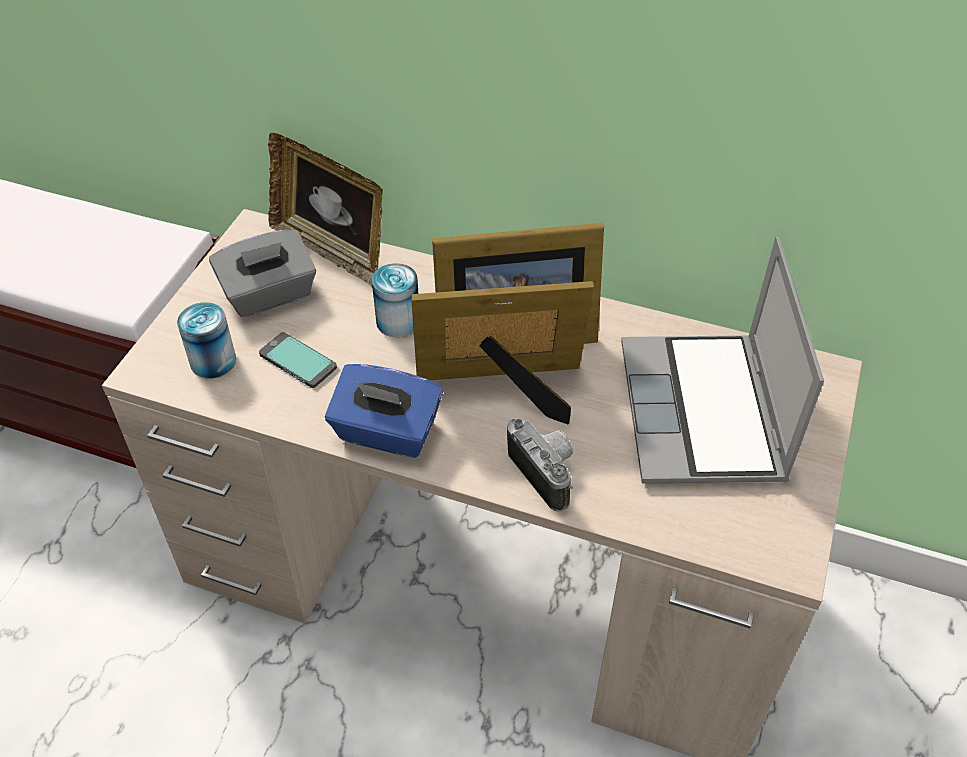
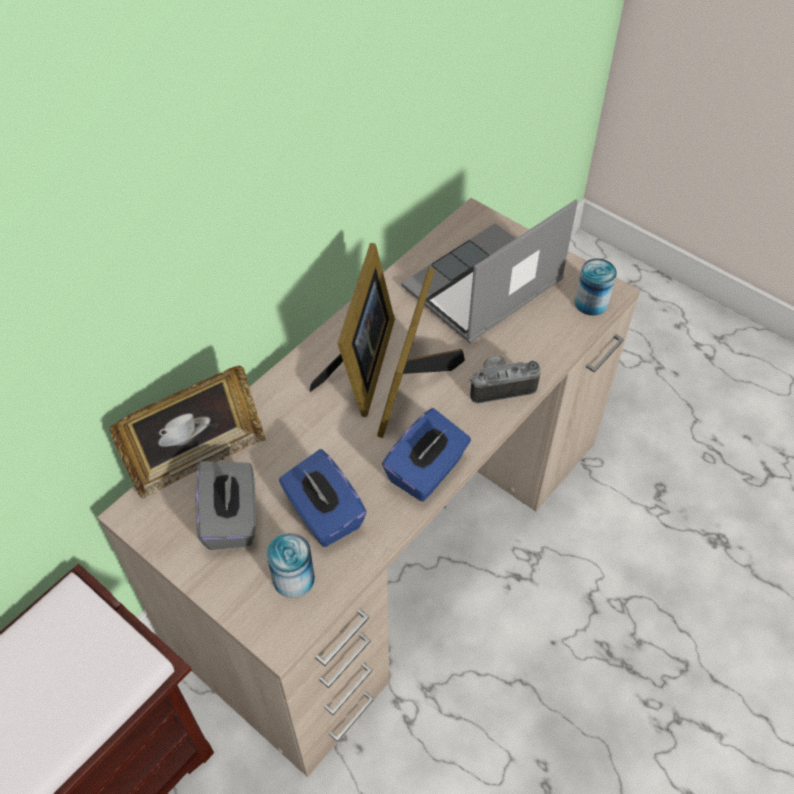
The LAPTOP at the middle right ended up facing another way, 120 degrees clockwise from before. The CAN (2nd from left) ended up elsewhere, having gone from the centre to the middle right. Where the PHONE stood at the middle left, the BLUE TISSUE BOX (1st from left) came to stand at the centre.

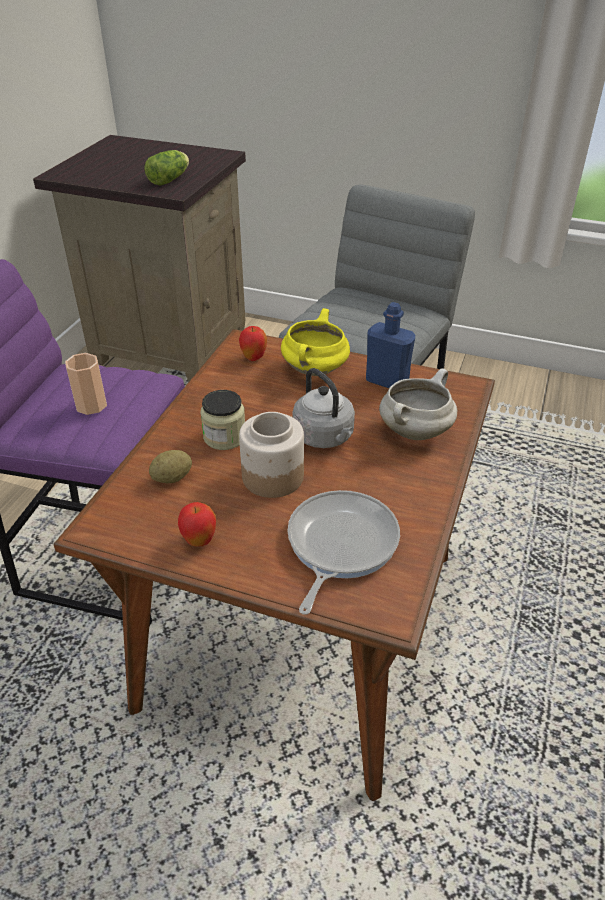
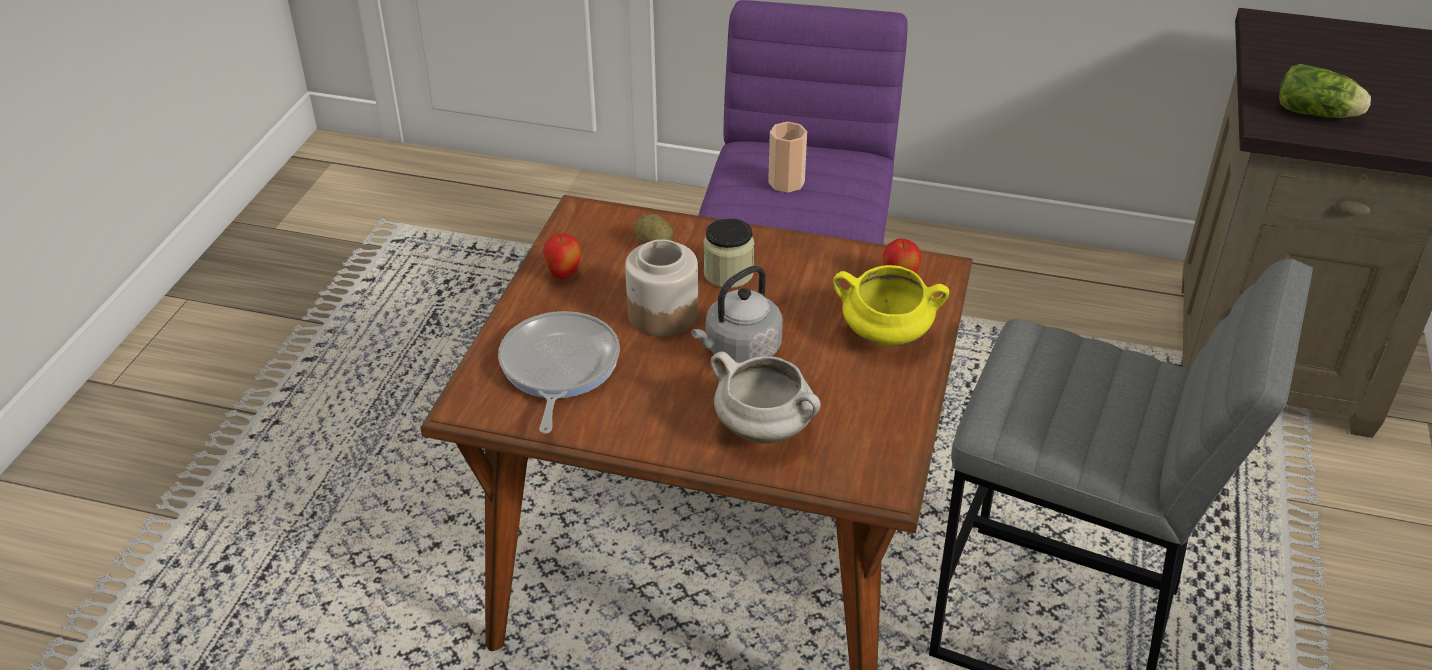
The second view lost the BLUE BOTTLE at the centre. The FRYING PAN at the centre ended up facing another way, 105 degrees counterclockwise from before.

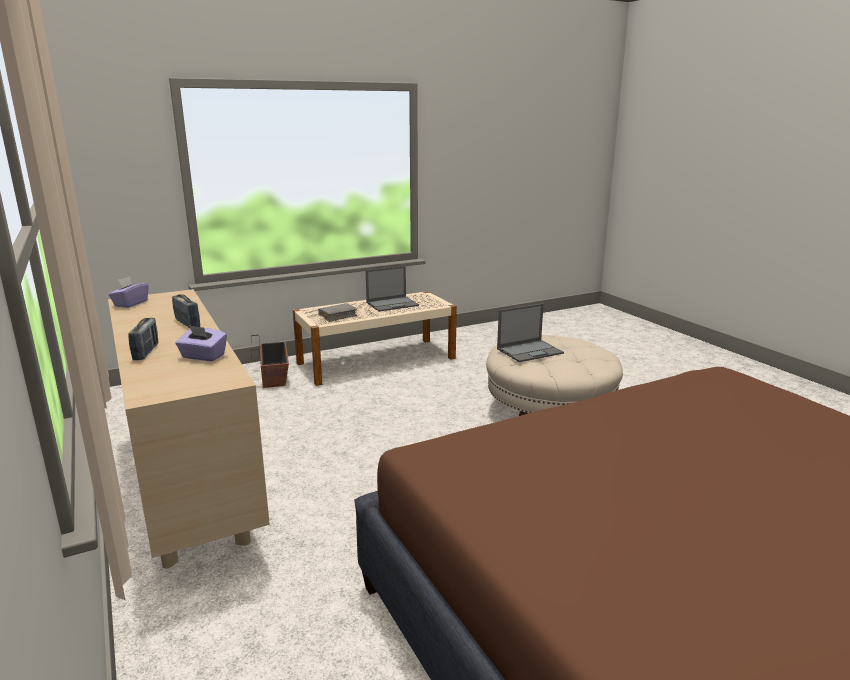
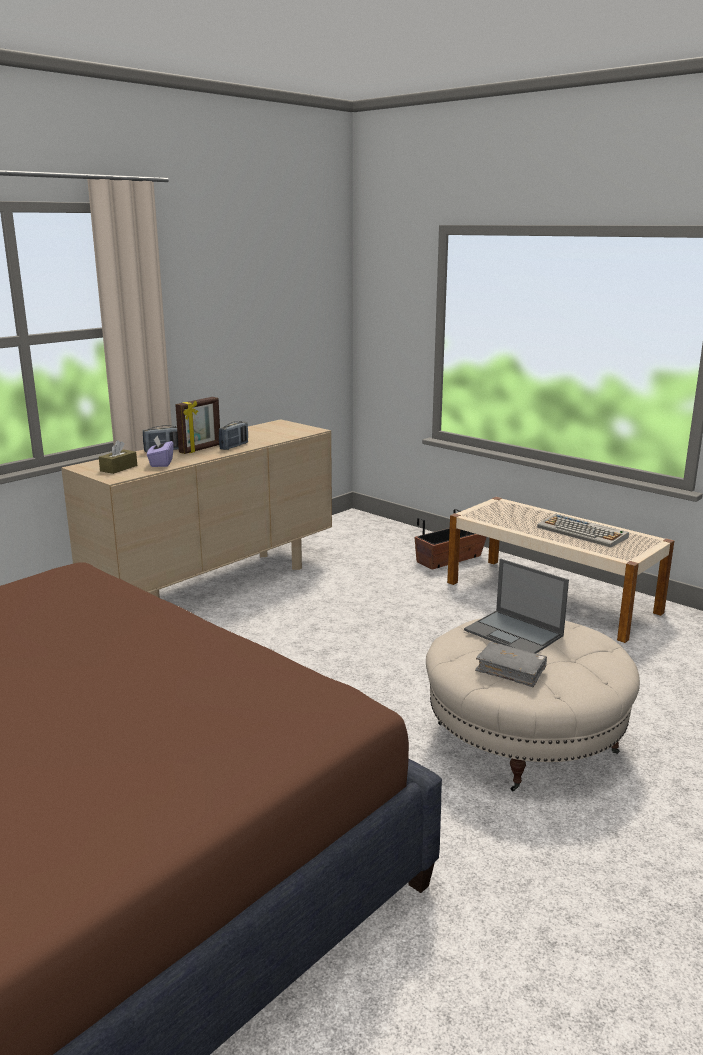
Where the LAPTOP (1st from left) stood at the centre, the KEYBOARD came to stand at the middle right. The second view lost the PURPLE TISSUE BOX (1st from left) at the middle left. The GREY BOOK ended up elsewhere, having gone from the centre to the middle right. The second view gained the PICTURE FRAME at the middle left. The second view gained the BROWN TISSUE BOX at the middle left.

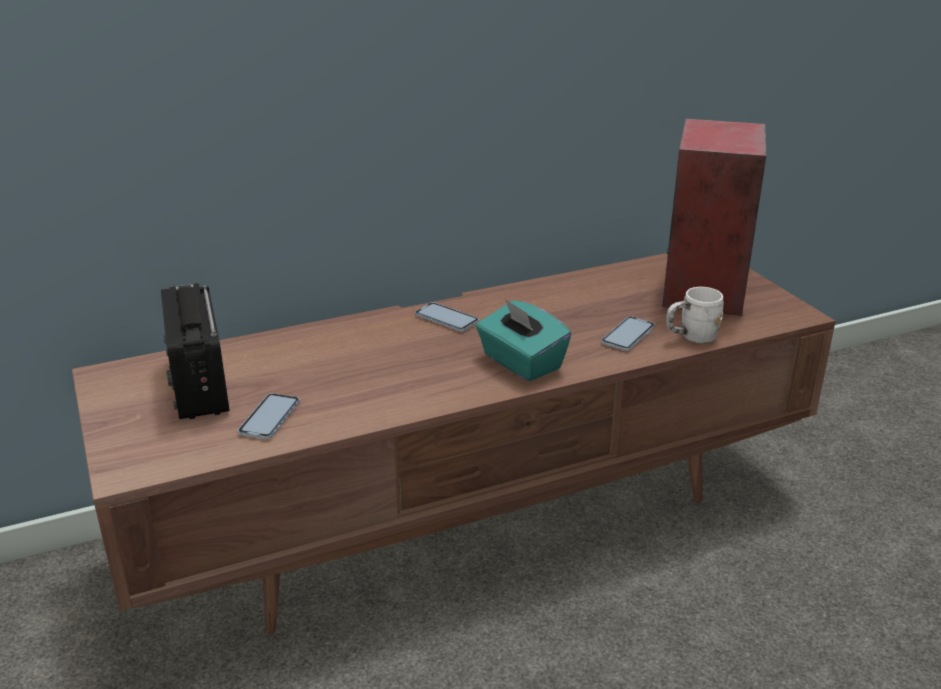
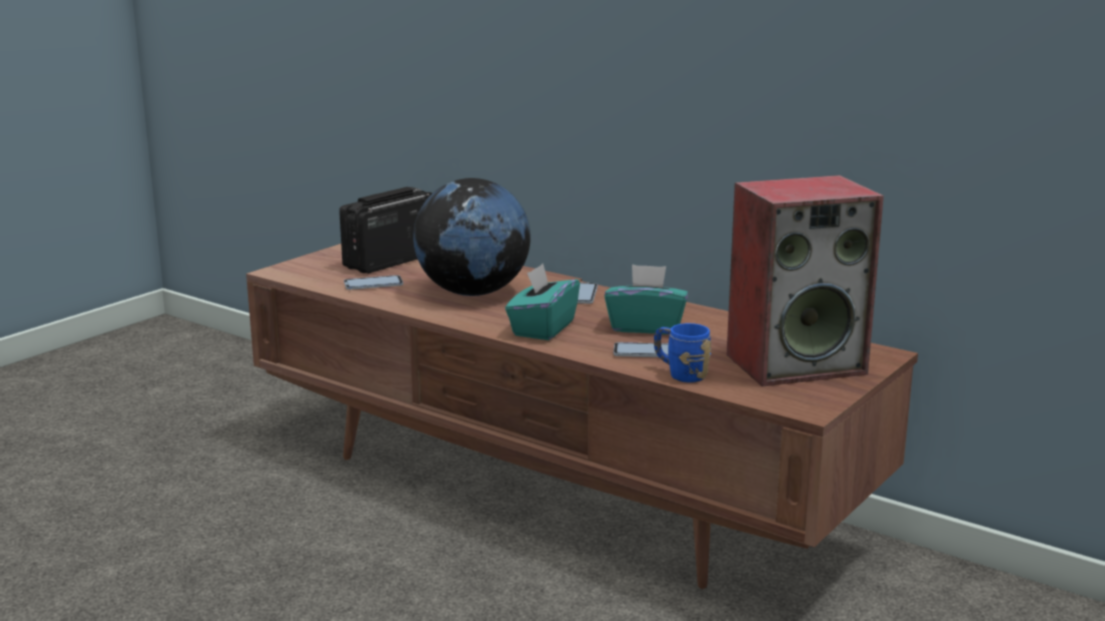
What was the WHITE MUG at the middle right turned into the BLUE MUG at the centre. The second view gained the GLOBE at the centre. The second view gained the TURQUOISE TISSUE BOX (2nd from left) at the centre.

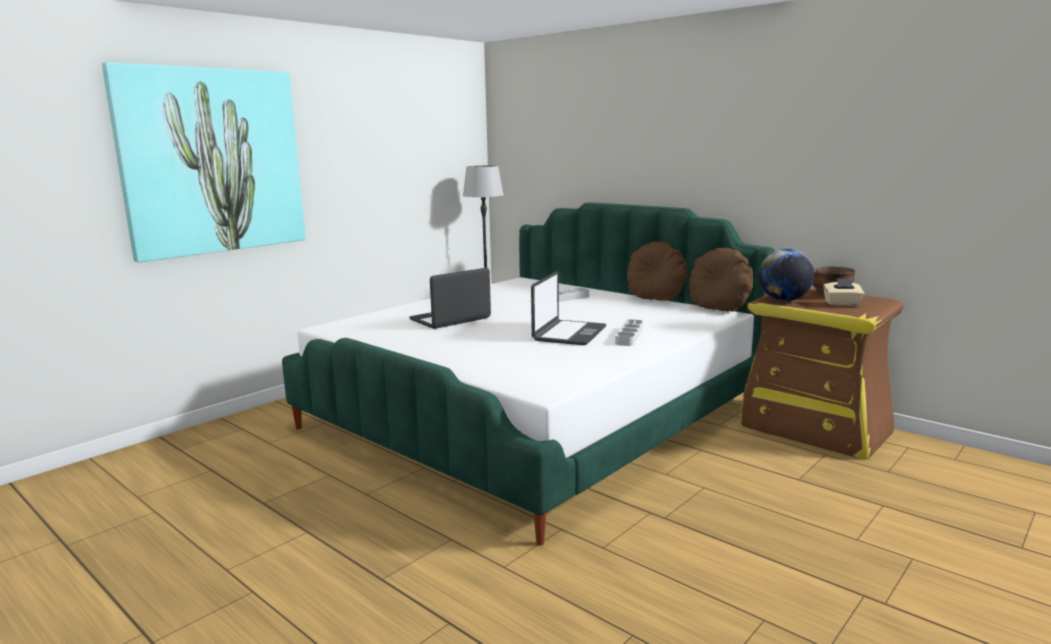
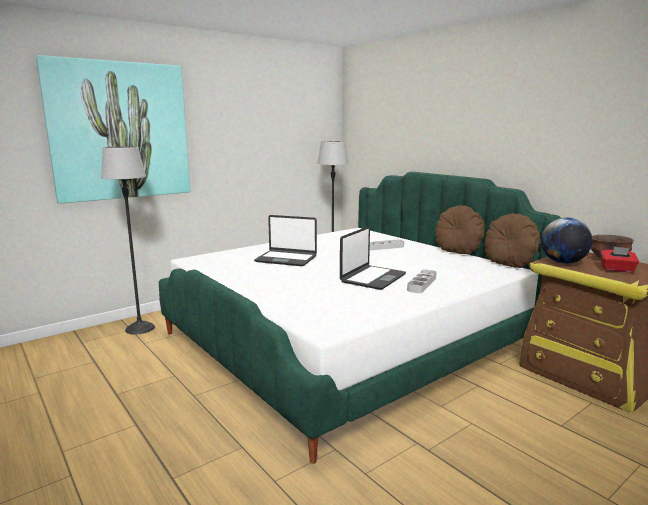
The LAPTOP (1st from left) at the centre ended up facing another way, 135 degrees counterclockwise from before. What was the BEIGE TISSUE BOX at the middle right turned into the RED TISSUE BOX at the middle right. The second view gained the FLOOR LAMP (1st from left) at the middle left.

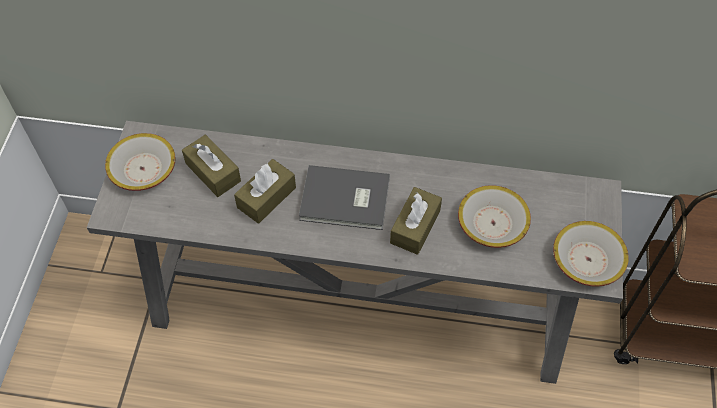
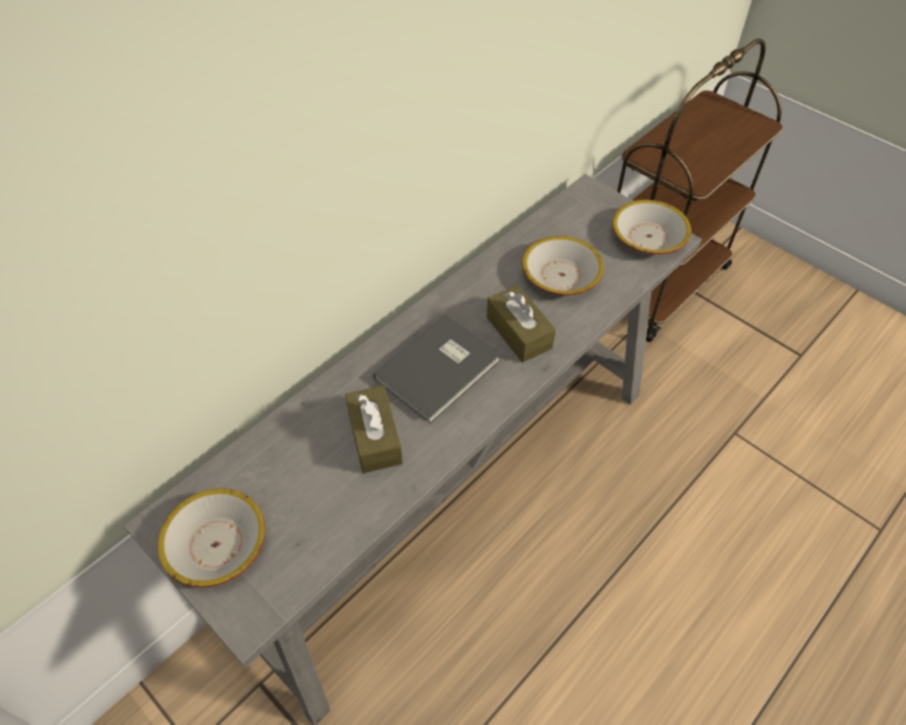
The second view lost the BROWN TISSUE BOX (1st from left) at the middle left.

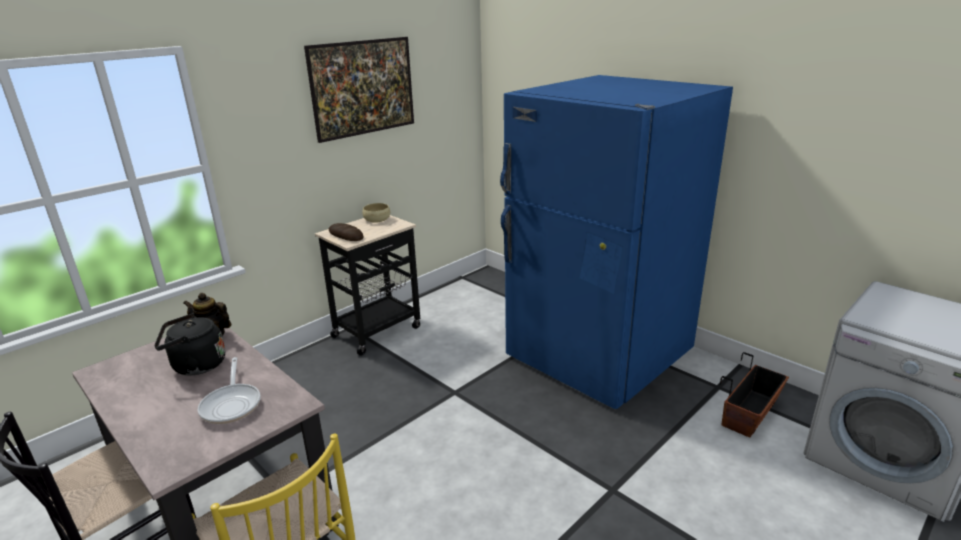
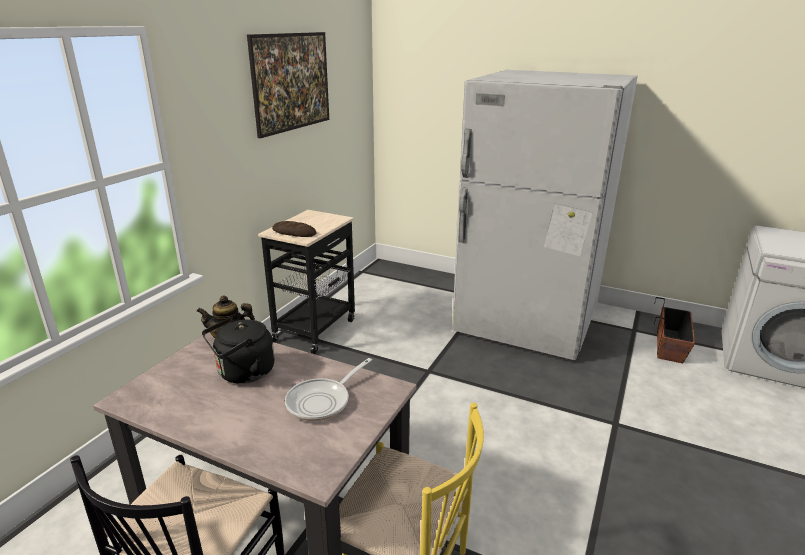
What was the BLUE FRIDGE at the centre turned into the WHITE FRIDGE at the middle right. The second view lost the BEIGE BOWL at the centre. The FRYING PAN at the bottom left ended up facing another way, 75 degrees clockwise from before.

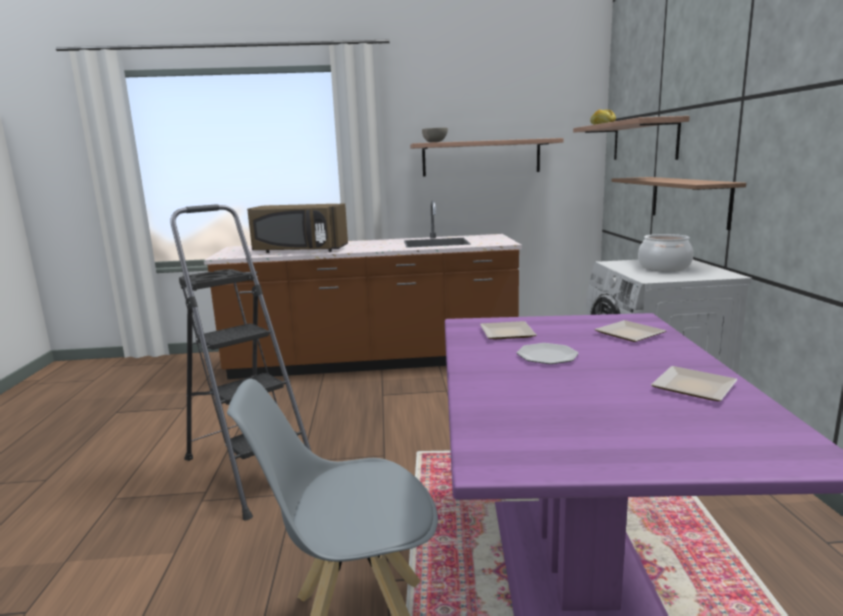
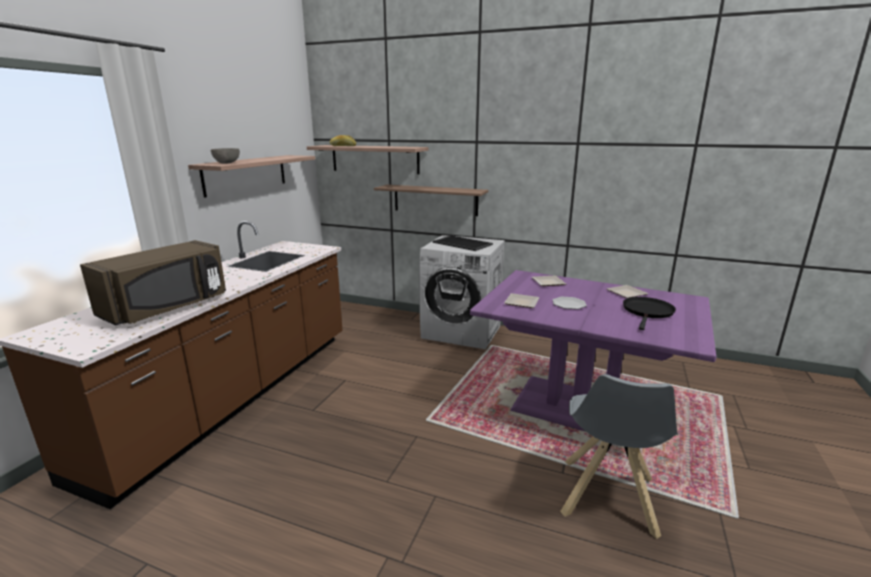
The second view lost the STEP LADDER at the middle left. Where the COOKING POT stood at the middle right, the TRAY came to stand at the centre. The second view gained the BLACK FRYING PAN at the middle right.

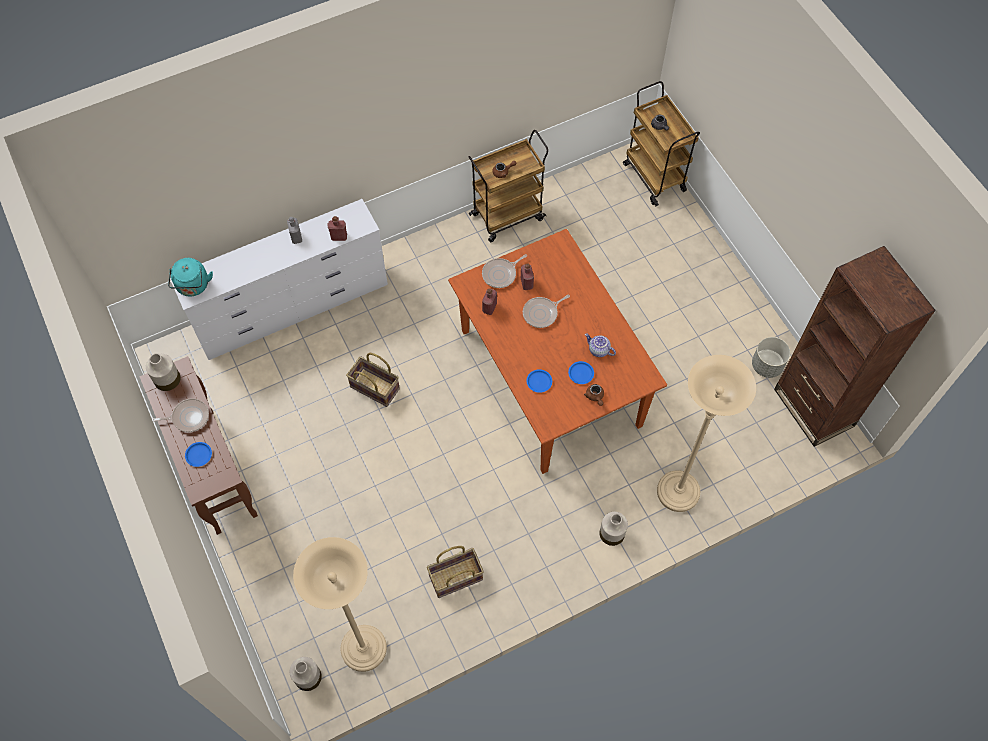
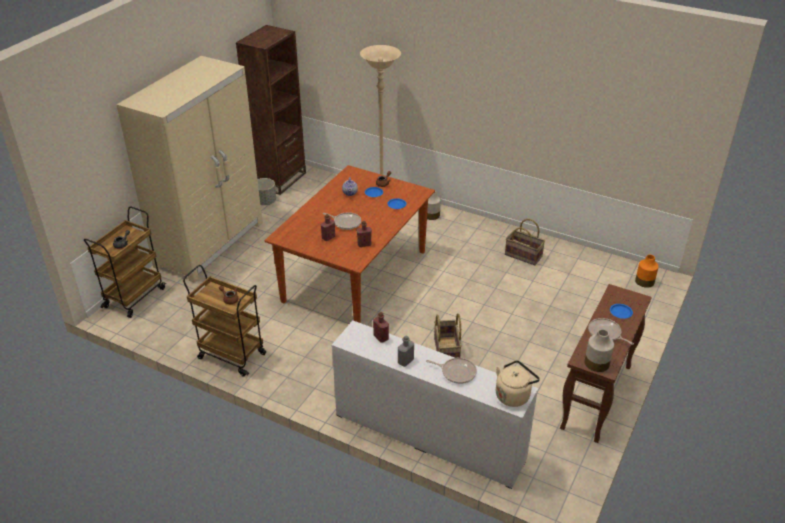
The FRYING PAN (2nd from left) ended up elsewhere, having gone from the centre to the bottom centre. What was the TURQUOISE KETTLE at the middle left turned into the BEIGE KETTLE at the bottom centre. The second view lost the BEIGE FLOOR LAMP (1st from left) at the bottom centre. What was the BEIGE VASE (2nd from left) at the bottom left turned into the ORANGE VASE at the middle right. The second view gained the BEIGE CABINET at the top left.

